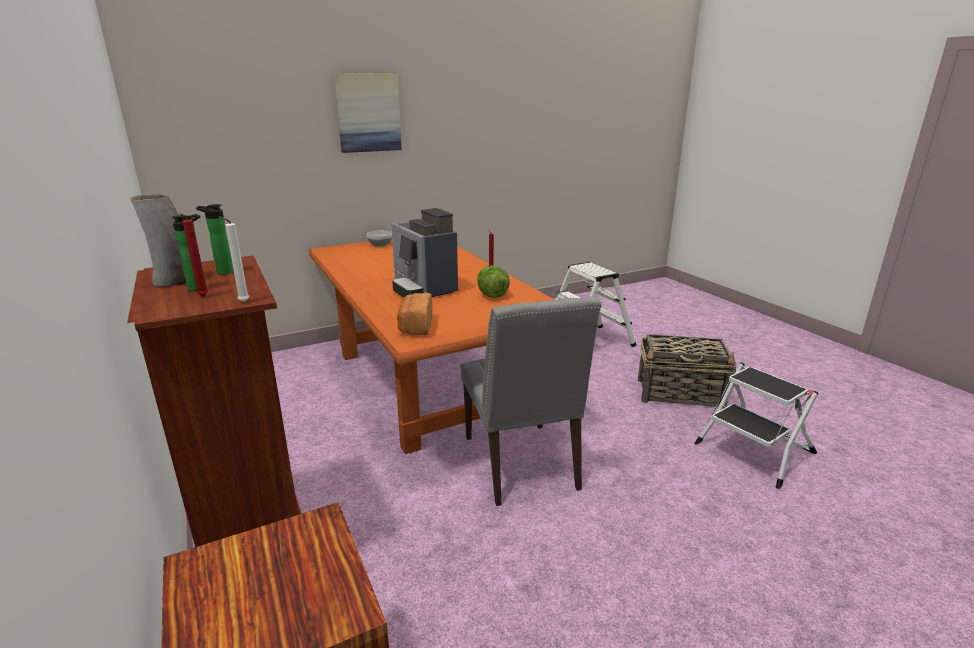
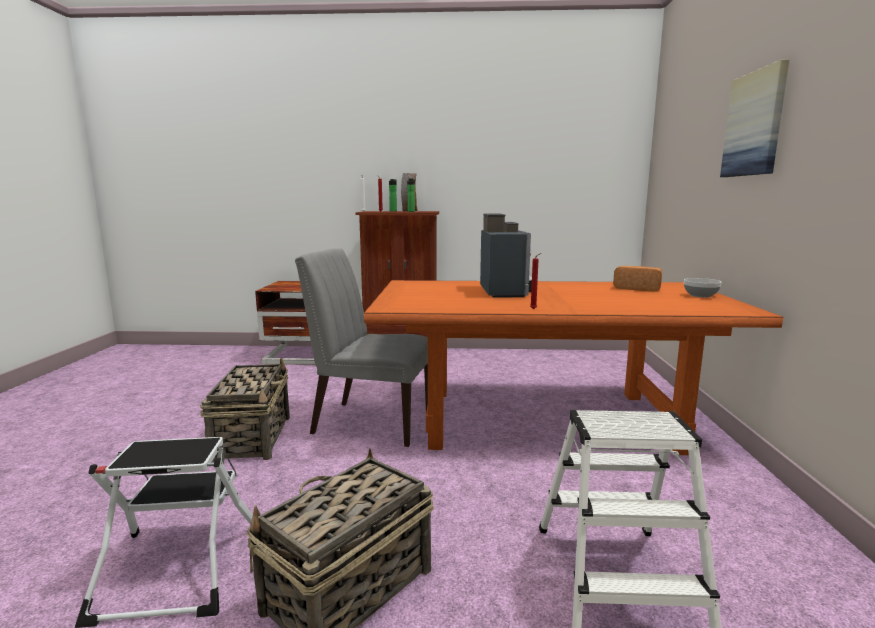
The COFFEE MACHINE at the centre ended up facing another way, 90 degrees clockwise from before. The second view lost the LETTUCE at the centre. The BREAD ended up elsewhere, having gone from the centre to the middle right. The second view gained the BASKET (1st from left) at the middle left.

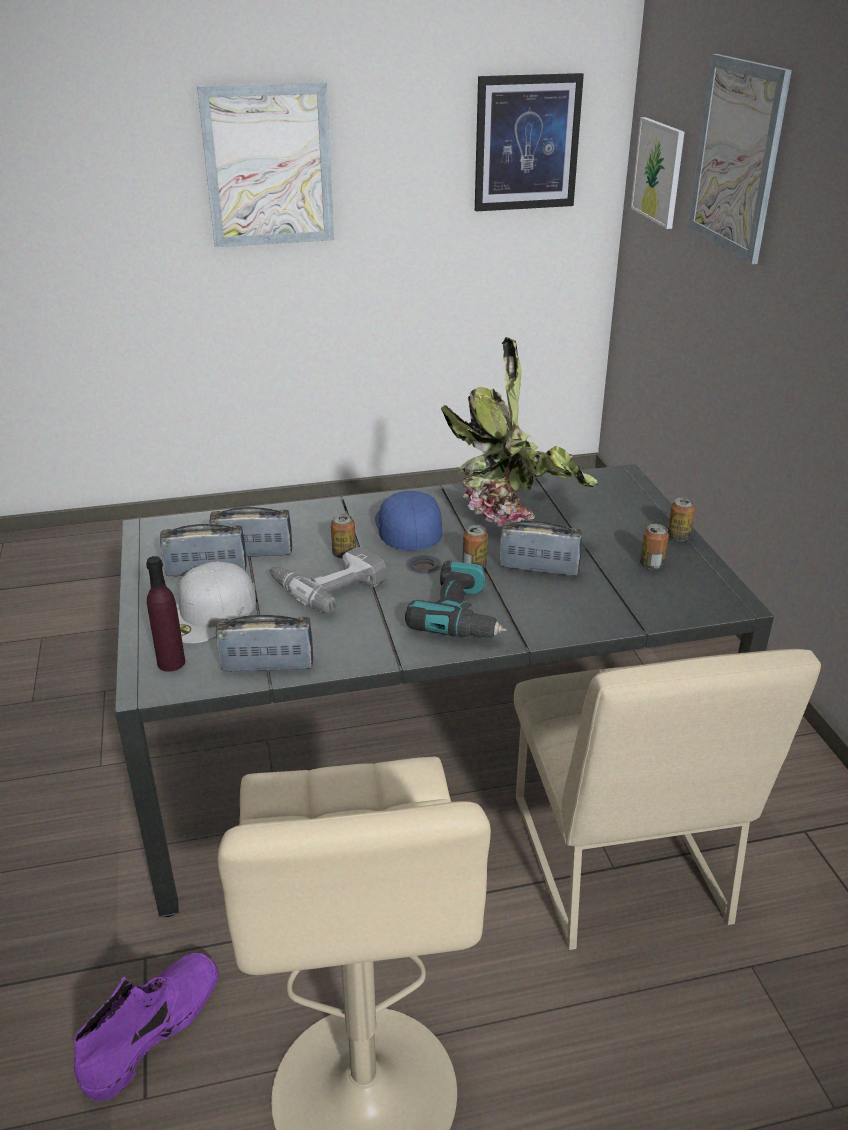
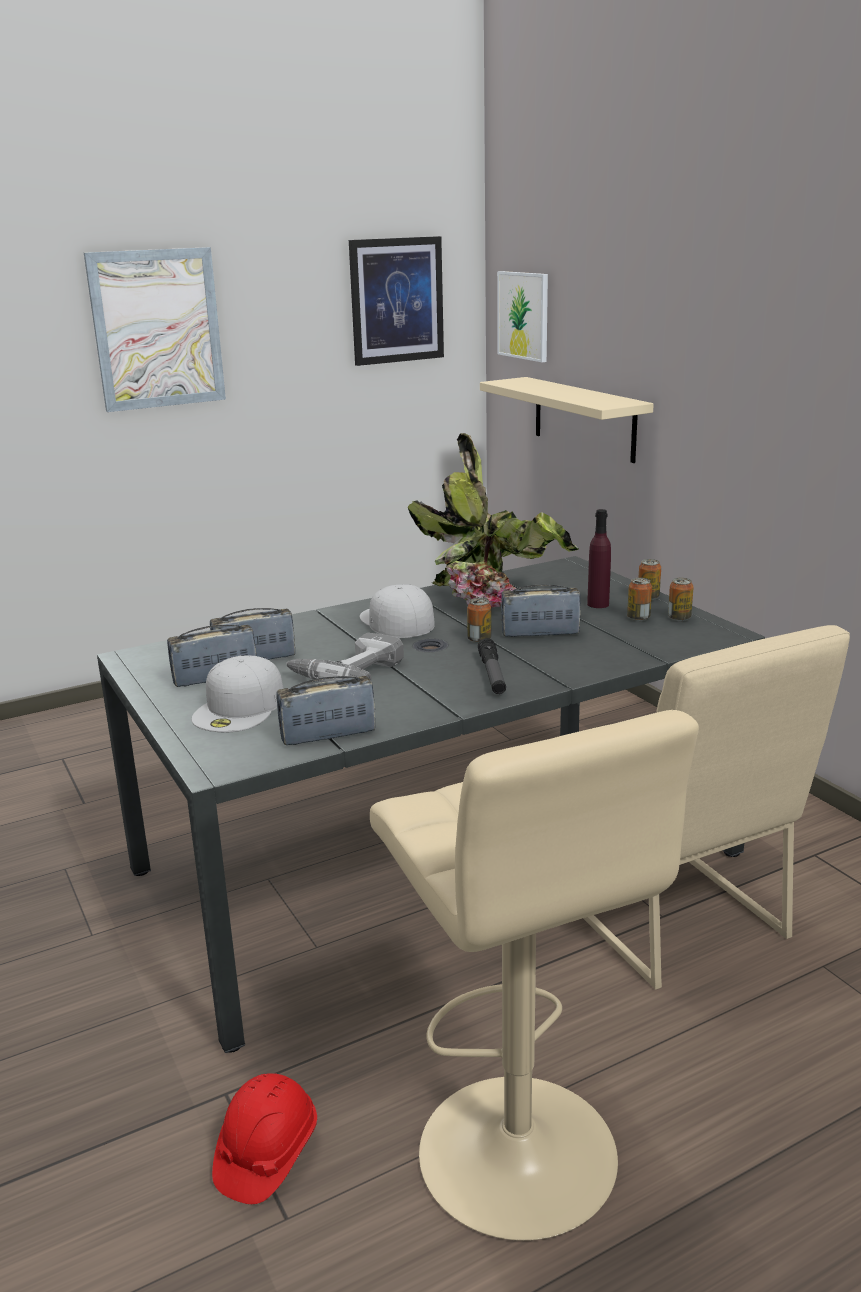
The second view lost the PICTURE (4th from left) at the top right. What was the BLUE CAP at the centre turned into the WHITE CAP (2nd from left) at the centre. The CAN (1st from left in the first image) ended up elsewhere, having gone from the centre to the middle right. The PURPLE BOTTLE ended up elsewhere, having gone from the middle left to the middle right. Where the POWER DRILL (2nd from left) stood at the centre, the FLASHLIGHT came to stand at the centre. Where the PURPLE BOOT stood at the bottom left, the RED HARD HAT came to stand at the bottom left. The second view gained the BEIGE SHELF at the top centre.

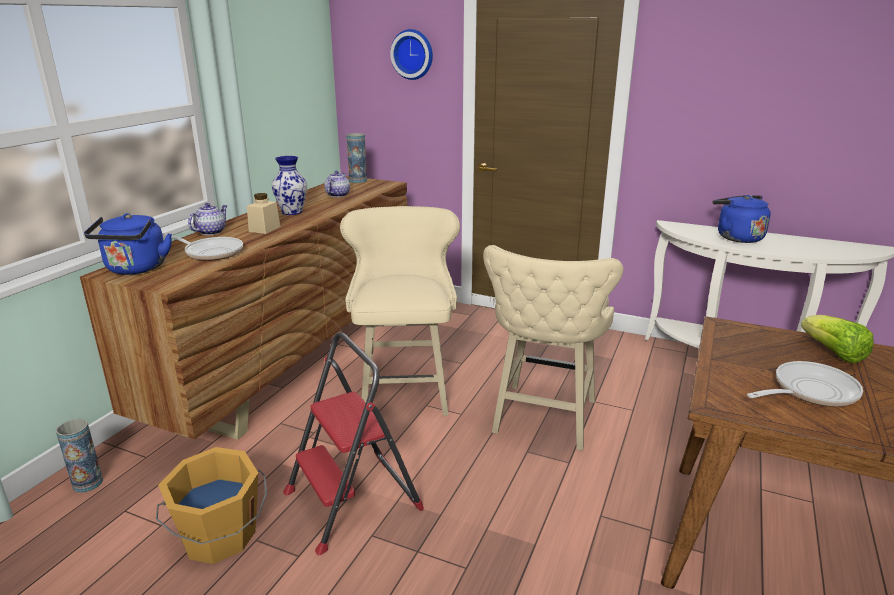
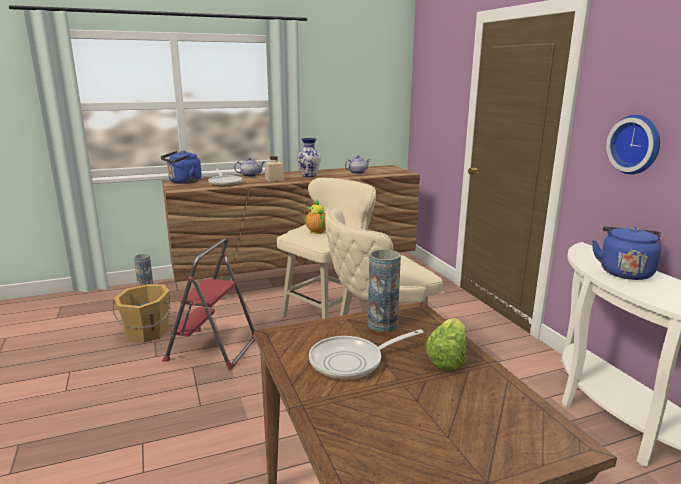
The WALL CLOCK ended up elsewhere, having gone from the top centre to the top right. The VASE (3rd from left) ended up elsewhere, having gone from the top centre to the centre. The FRYING PAN (2nd from left) at the middle right ended up facing another way, 135 degrees clockwise from before. The second view gained the TEAPOT (2nd from left) at the centre.

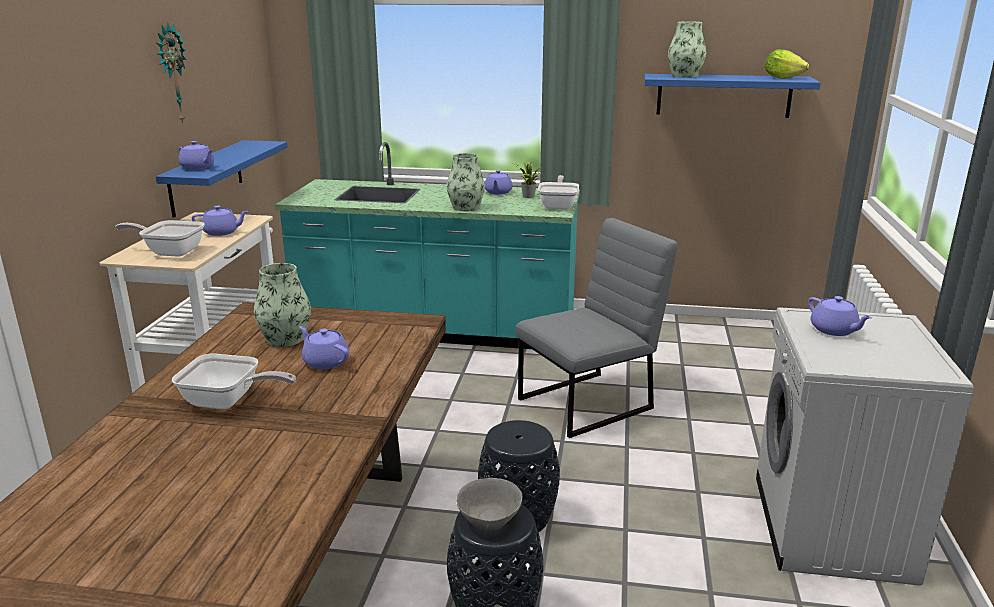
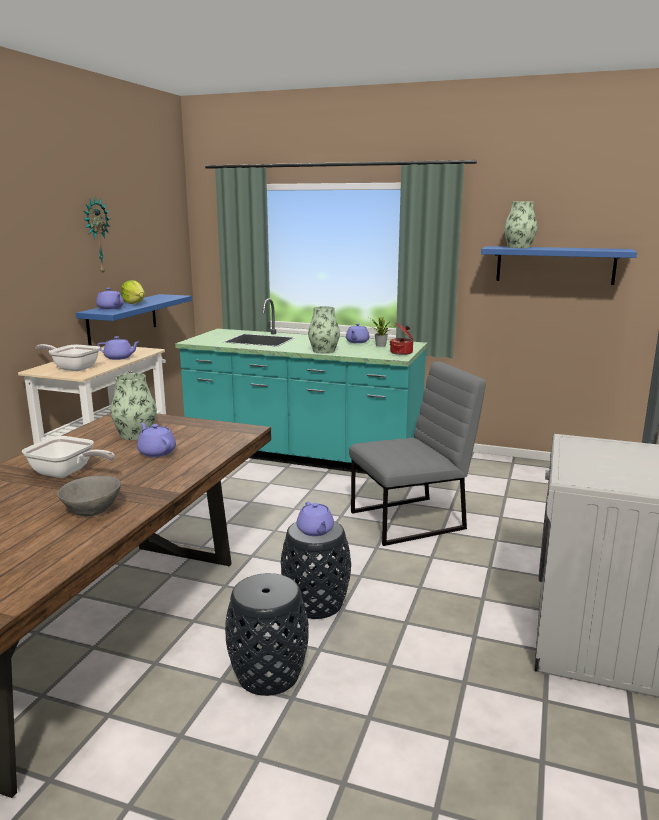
The LETTUCE ended up elsewhere, having gone from the top right to the middle left. Where the FRYING PAN (3rd from left) stood at the top centre, the COOKING POT came to stand at the centre. The PURPLE TEAPOT (5th from left in the first image) ended up elsewhere, having gone from the middle right to the centre. The GREY BOWL ended up elsewhere, having gone from the bottom centre to the middle left.

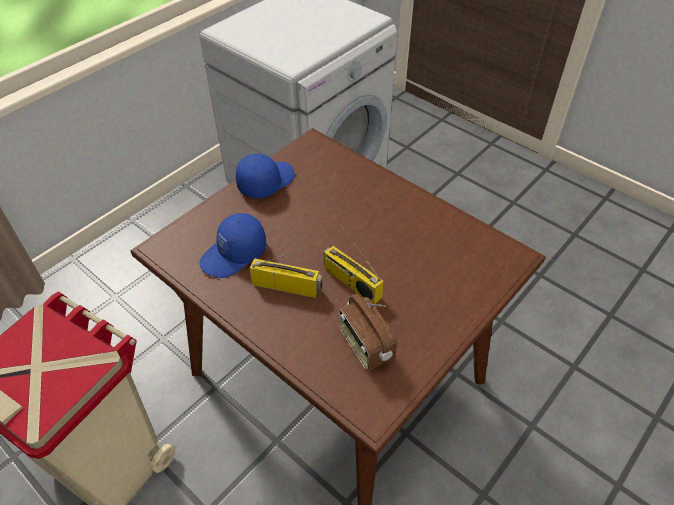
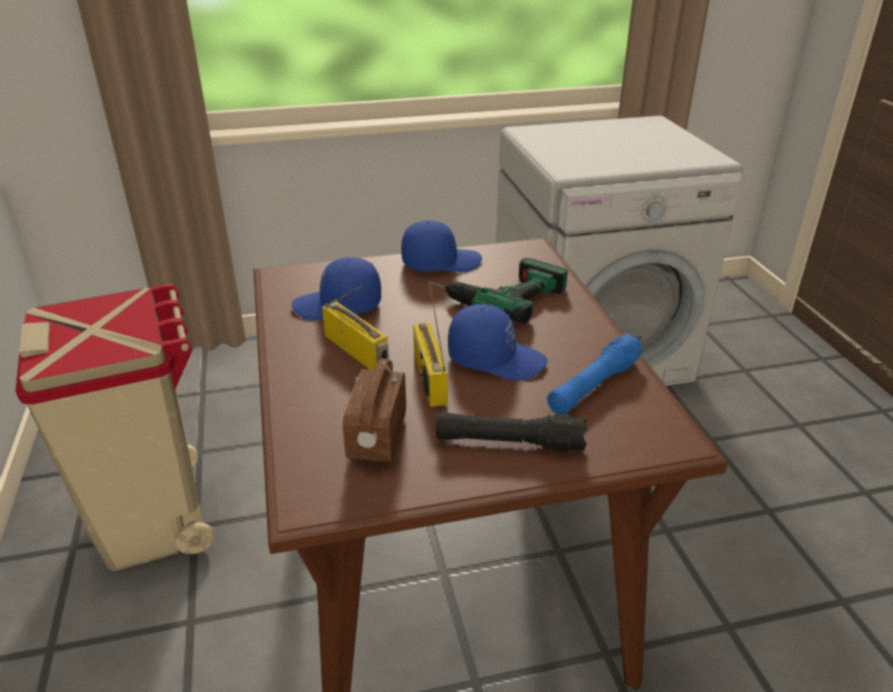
The second view gained the POWER DRILL at the centre. The second view gained the BLUE CAP (3rd from left) at the centre. The second view gained the BLUE FLASHLIGHT at the centre. The second view gained the BLACK FLASHLIGHT at the centre.

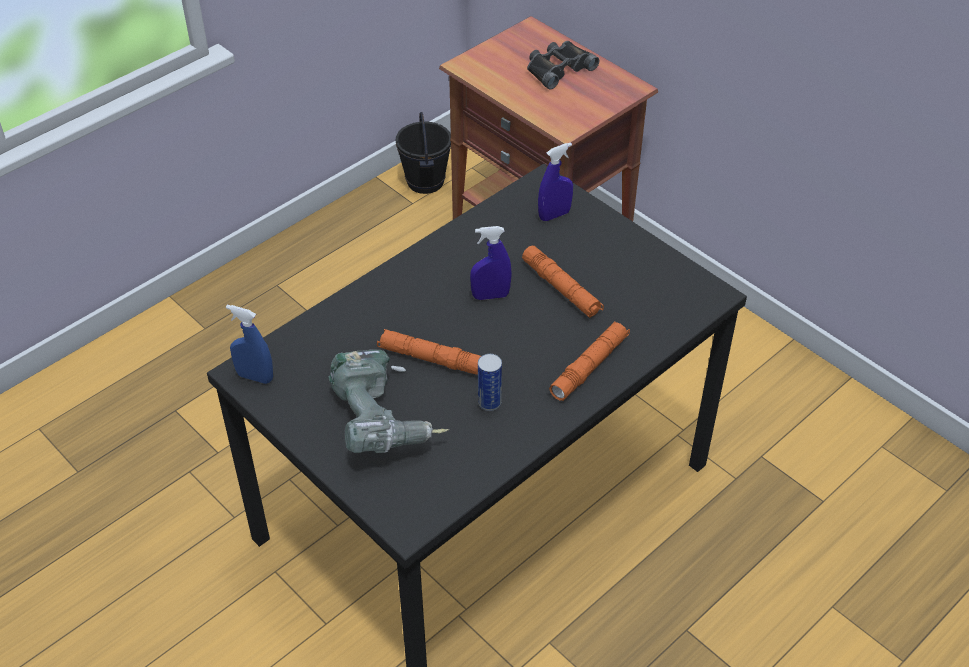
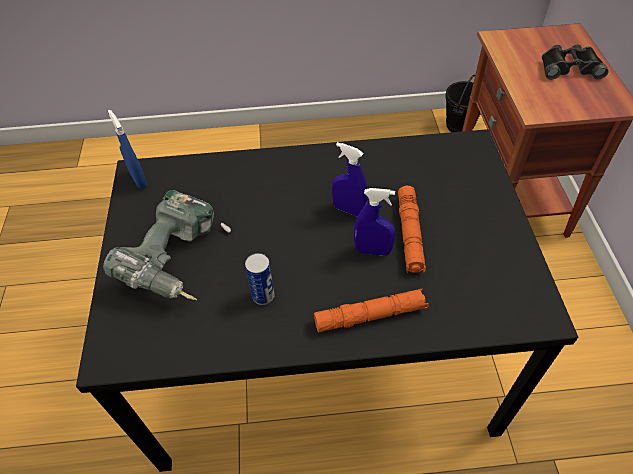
The BLUE SPRAY BOTTLE (3rd from left) ended up elsewhere, having gone from the top centre to the centre. The second view lost the ORANGE FLASHLIGHT (1st from left) at the centre.

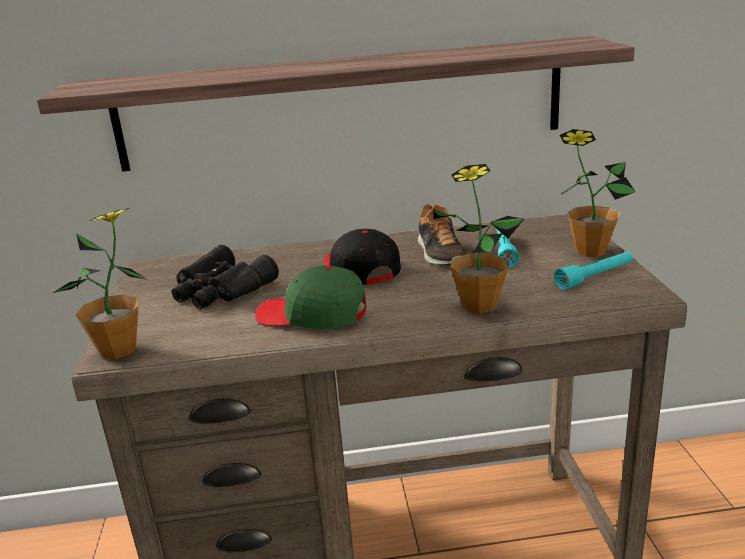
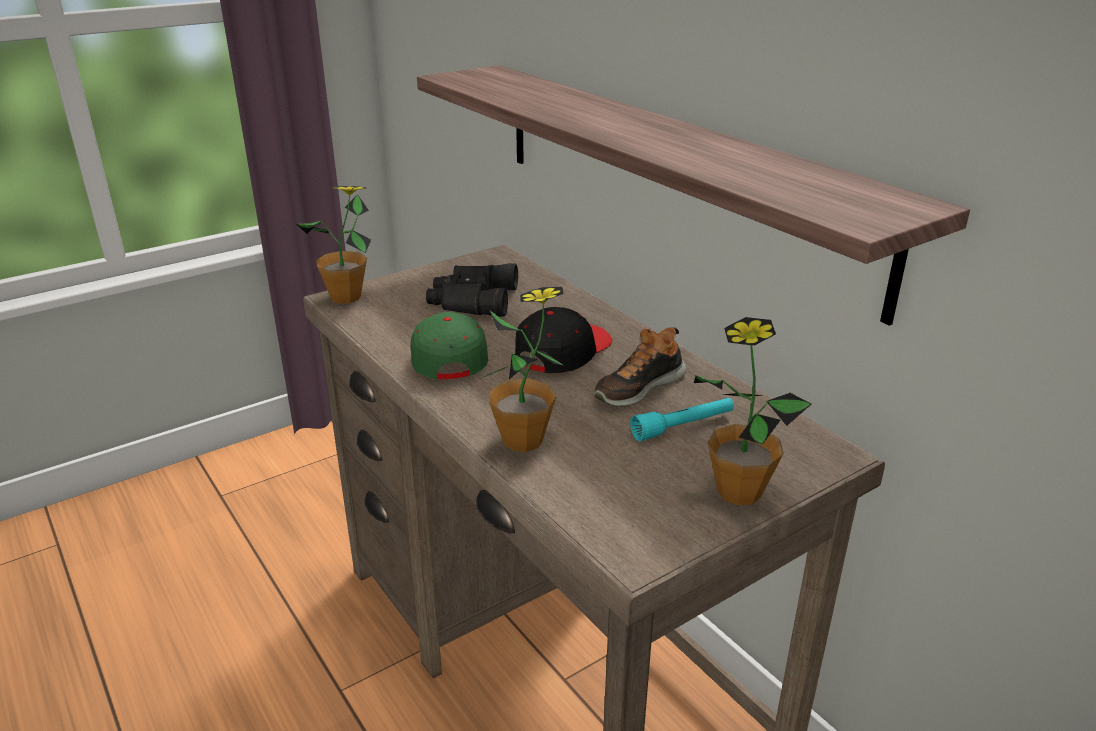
The second view lost the TURQUOISE FLASHLIGHT (2nd from left) at the middle right.

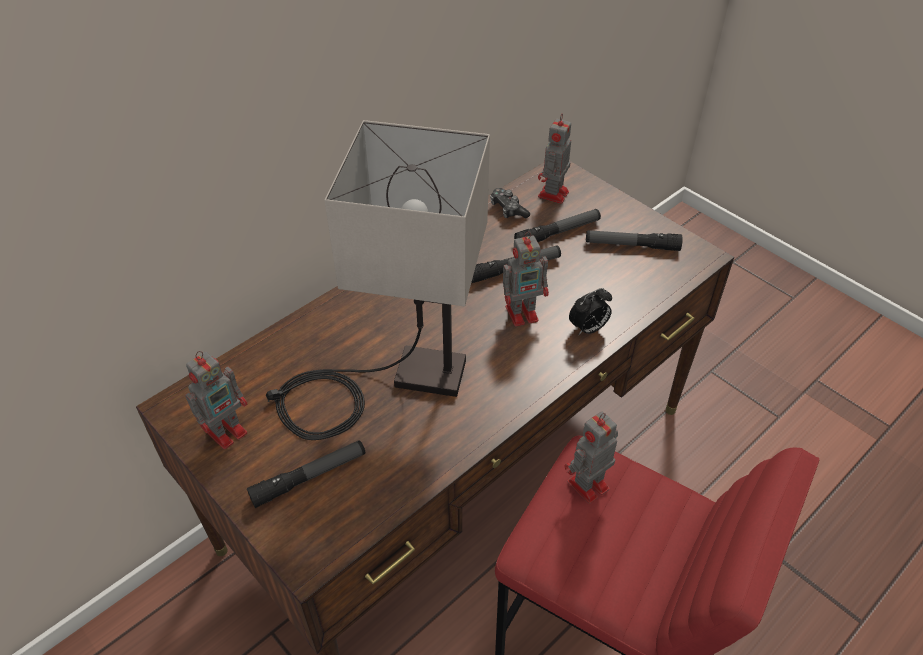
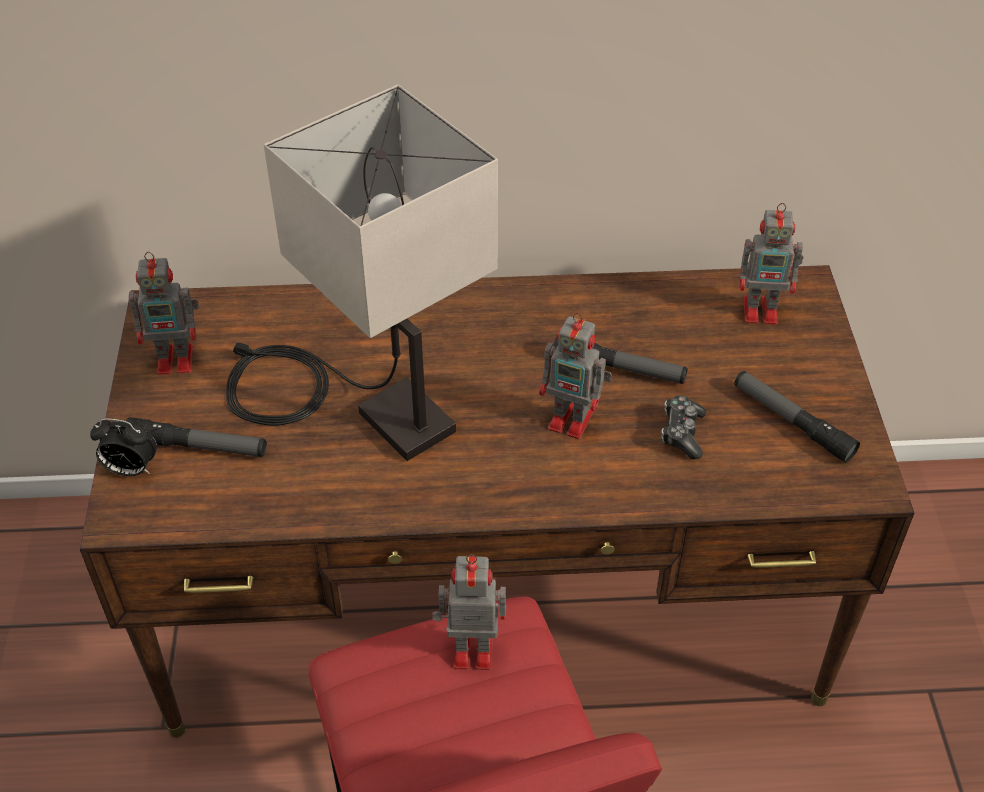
The TOY ROBOT (3rd from left in the first image) at the top centre ended up facing another way, 150 degrees counterclockwise from before. The GAME CONTROLLER ended up elsewhere, having gone from the top centre to the middle right. The second view lost the FLASHLIGHT (3rd from left) at the centre. The ALARM CLOCK ended up elsewhere, having gone from the centre to the middle left.

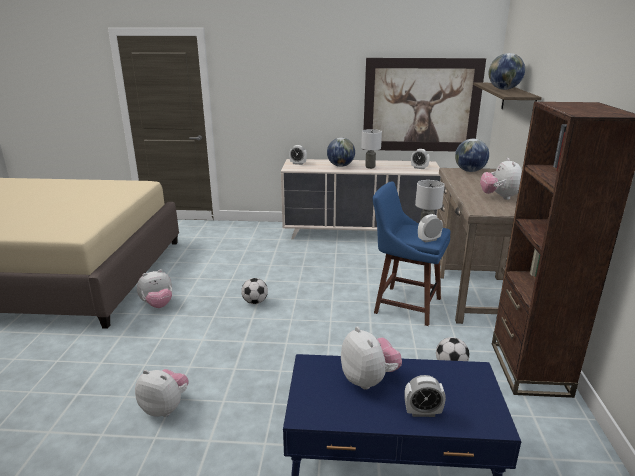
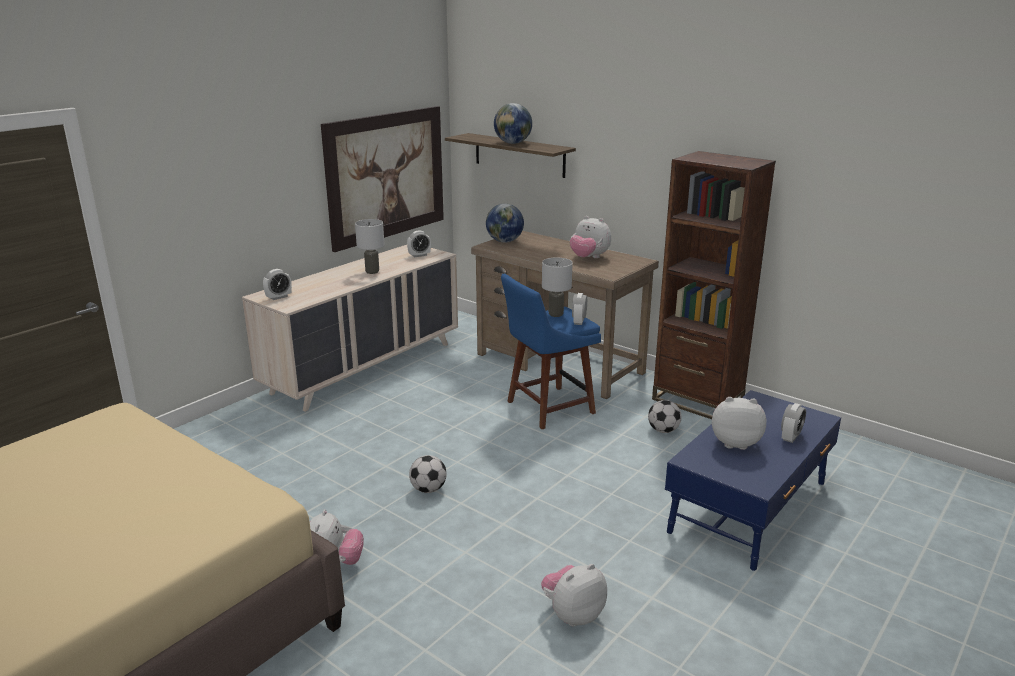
The second view lost the GLOBE (1st from left) at the top centre.

